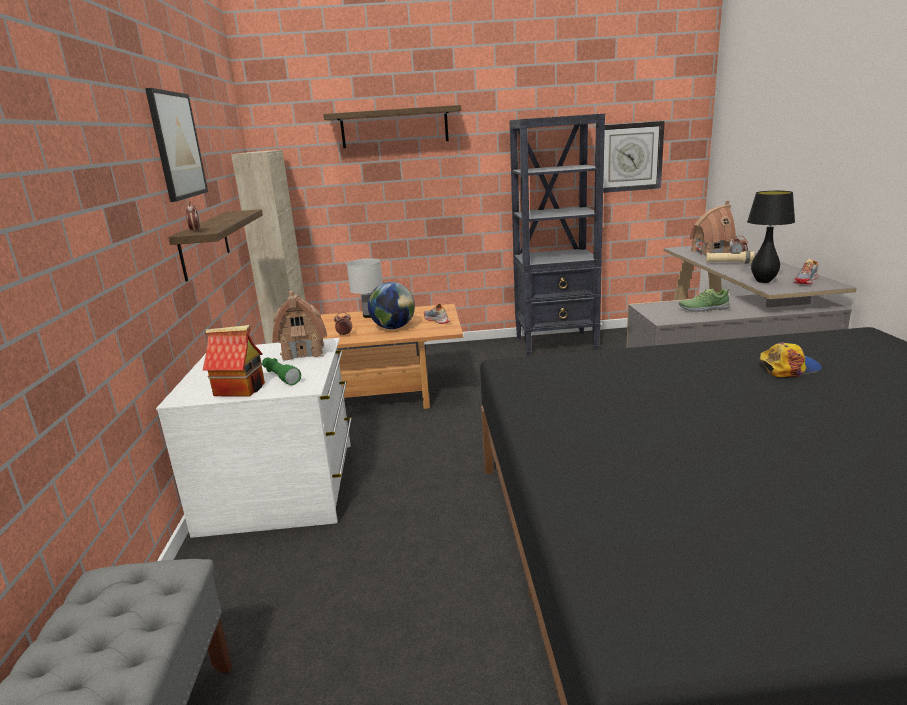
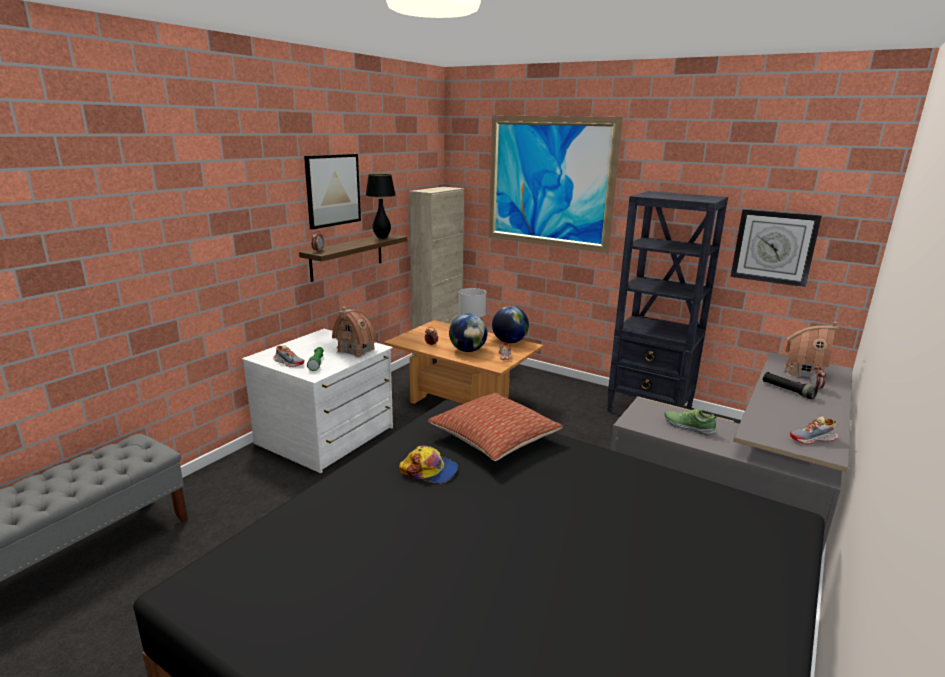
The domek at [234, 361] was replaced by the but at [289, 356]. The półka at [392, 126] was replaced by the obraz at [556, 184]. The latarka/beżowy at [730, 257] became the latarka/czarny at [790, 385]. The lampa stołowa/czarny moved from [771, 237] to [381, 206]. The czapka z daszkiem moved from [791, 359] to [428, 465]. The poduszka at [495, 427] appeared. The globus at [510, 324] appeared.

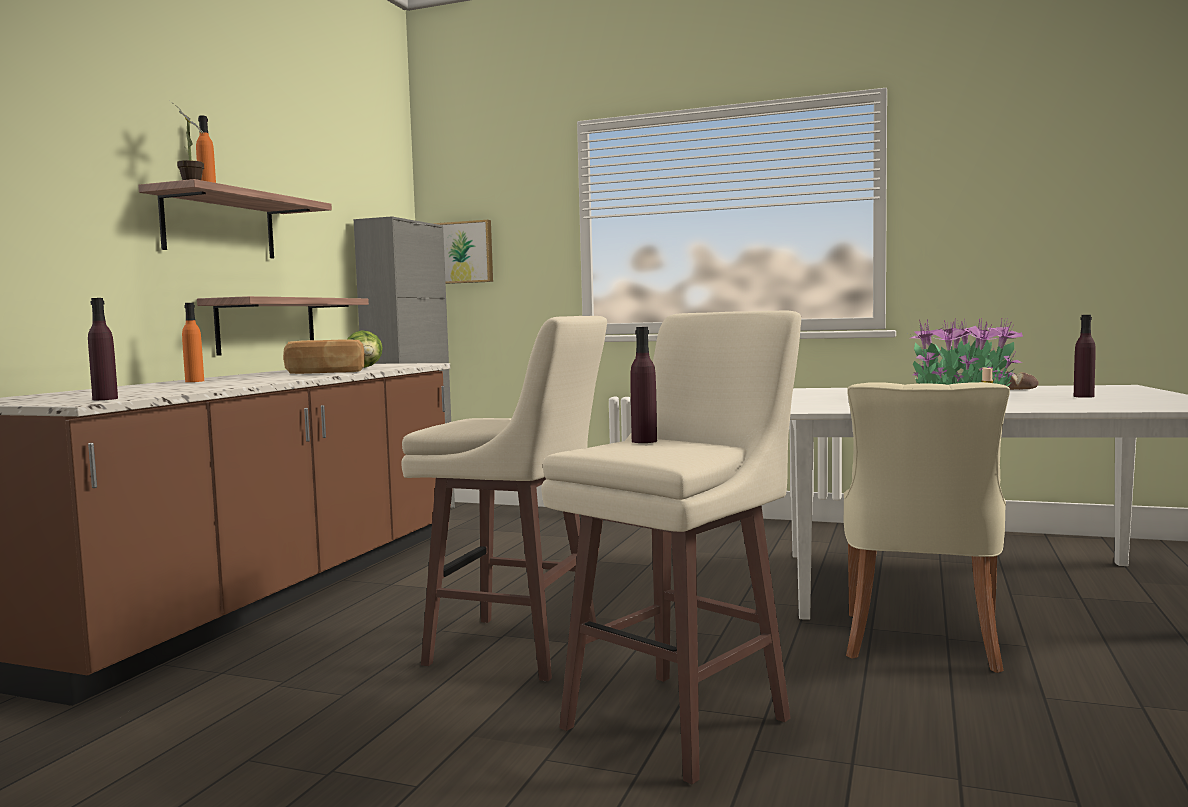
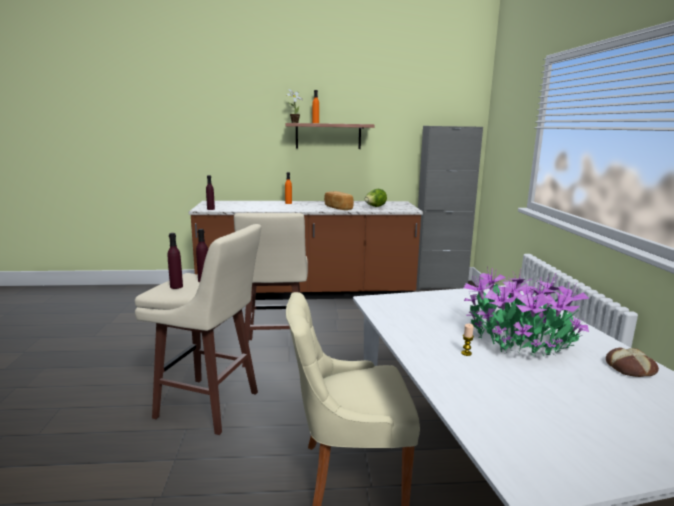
The półka at [283, 326] disappeared. The obraz at [463, 252] disappeared. The butelka/fioletowy moved from [1085, 356] to [175, 261].

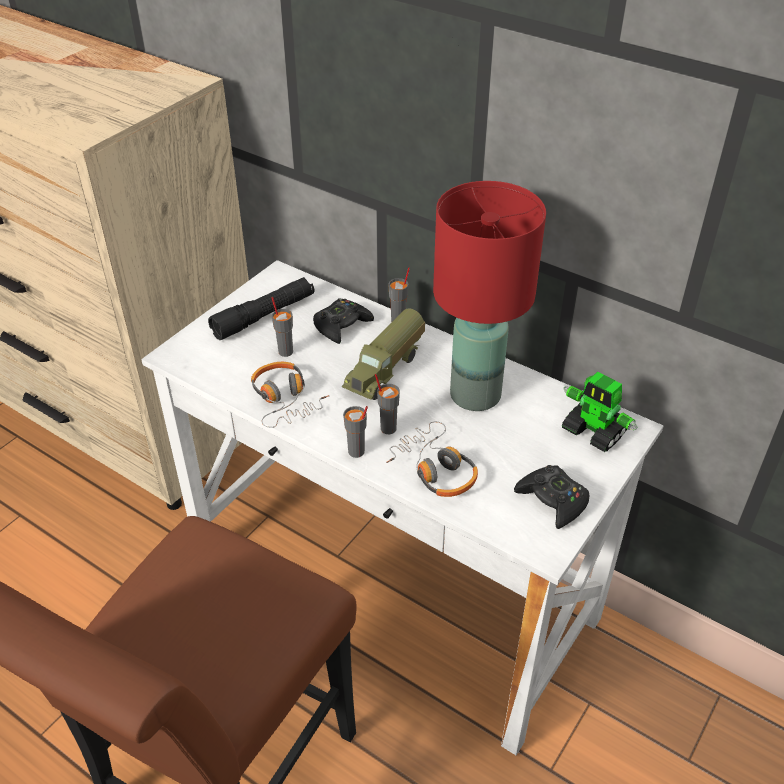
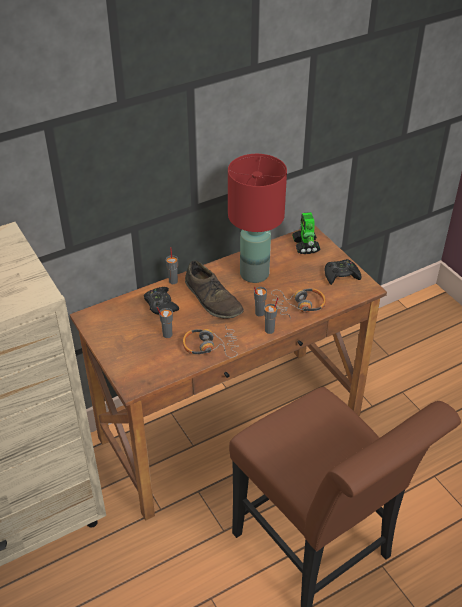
The biurko/biały at [402, 507] became the biurko/brązowy at [228, 373]. The latarka/czarny at [261, 308] disappeared. The ciężarówka zabawkowa at [383, 354] was replaced by the but/brązowy at [214, 289]. The robot zabawkowy at [600, 412] turned 105 degrees clockwise.

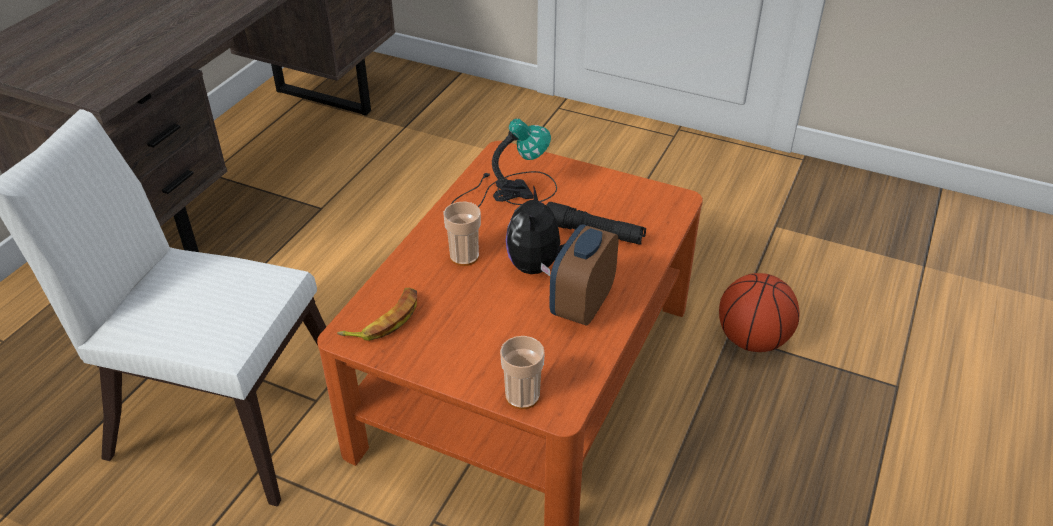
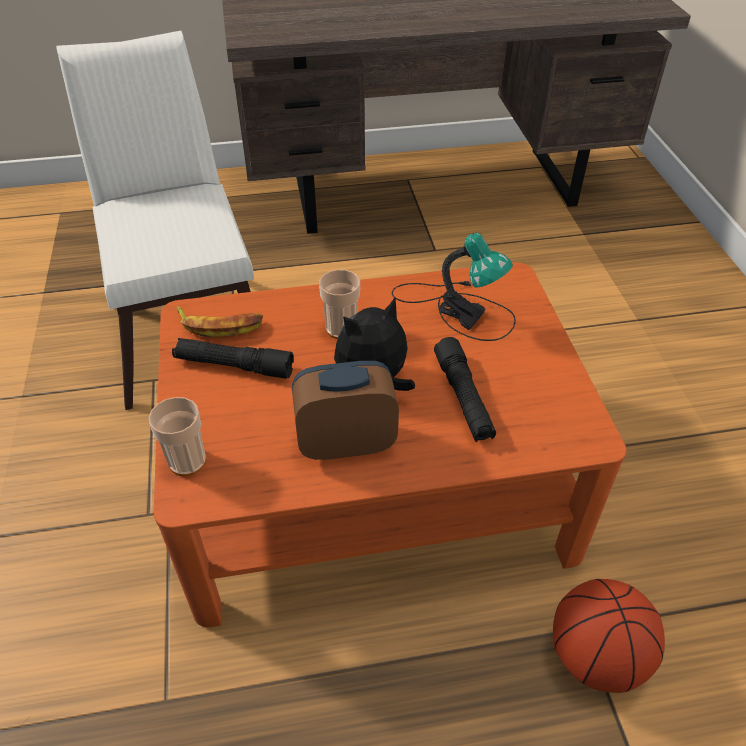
The latarka/czarny at [233, 358] appeared.

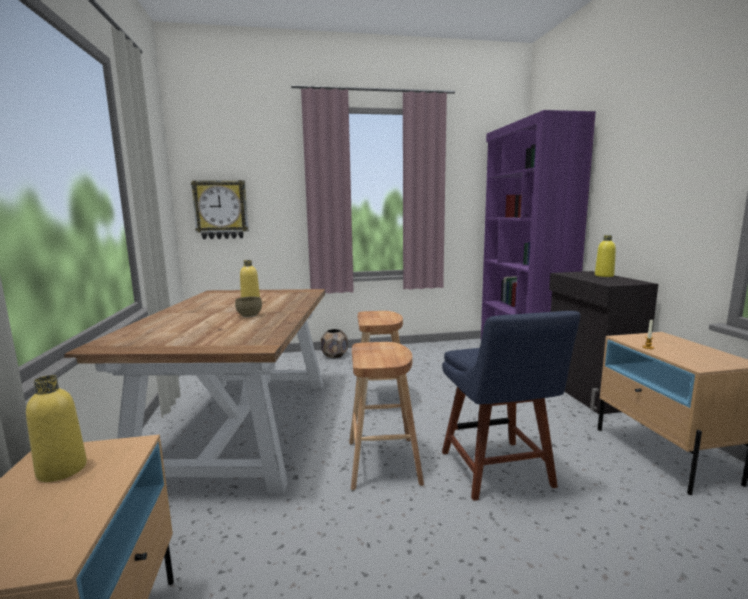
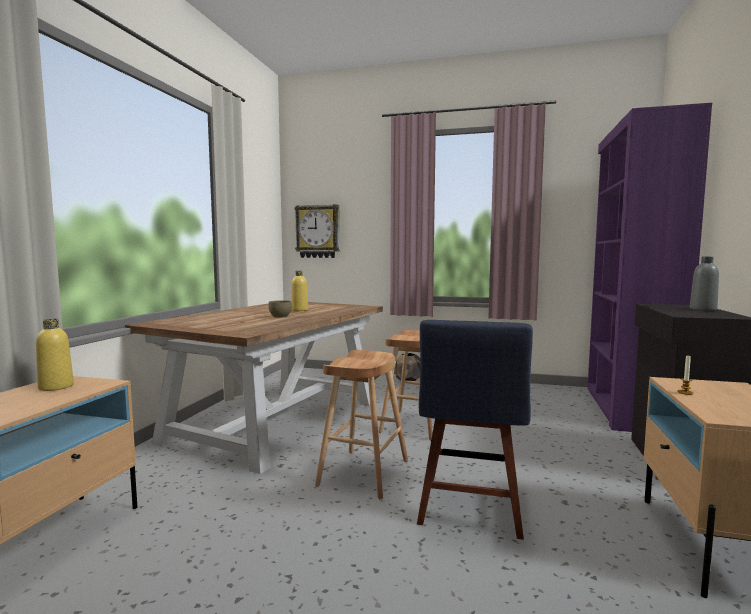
The butelka/żółty at [605, 256] became the butelka/szary at [704, 283].

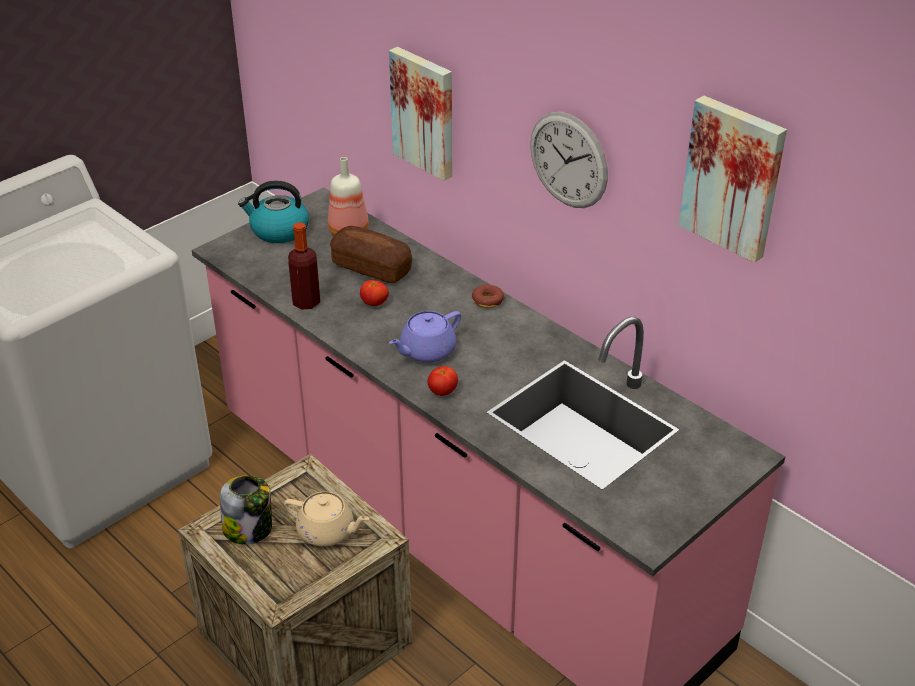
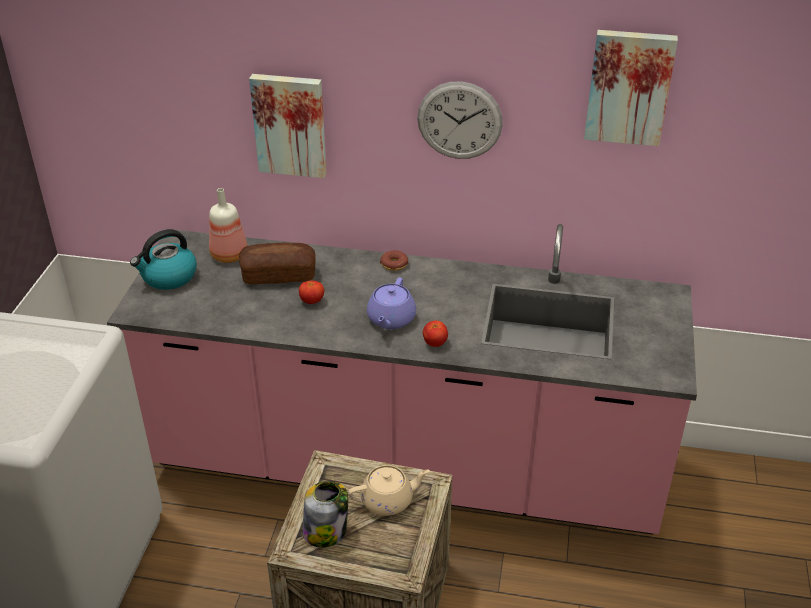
The butelka at [304, 265] disappeared.

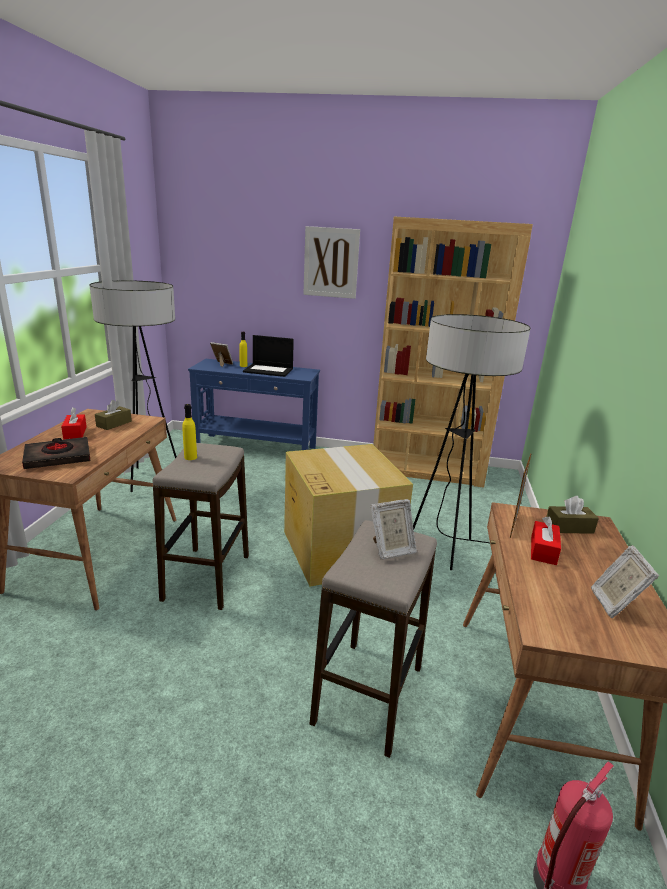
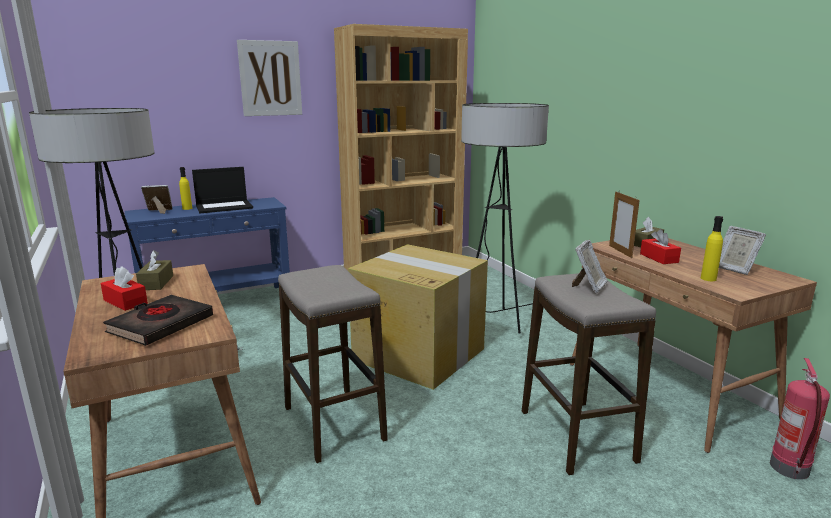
The butelka/żółty moved from [189, 432] to [712, 248].

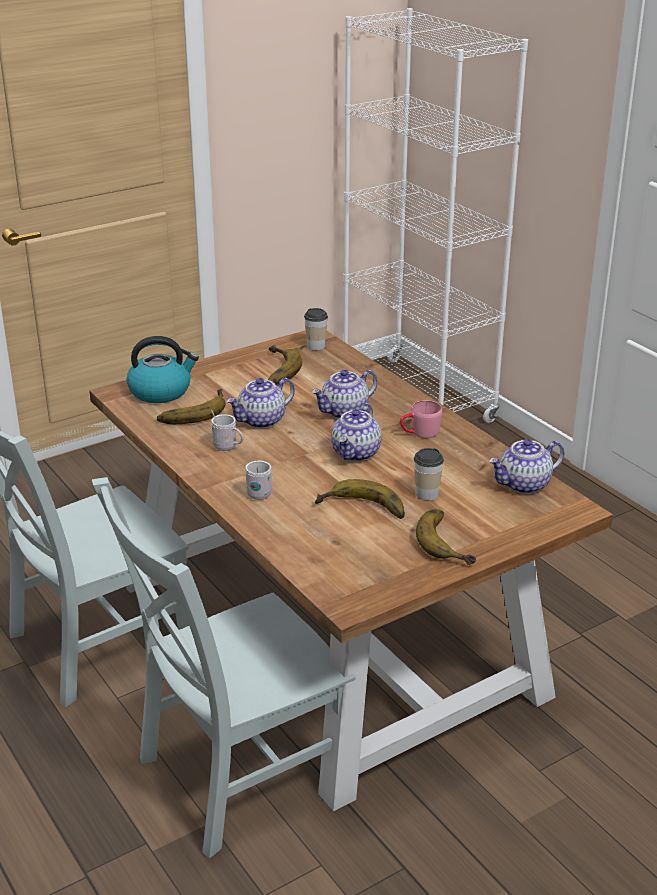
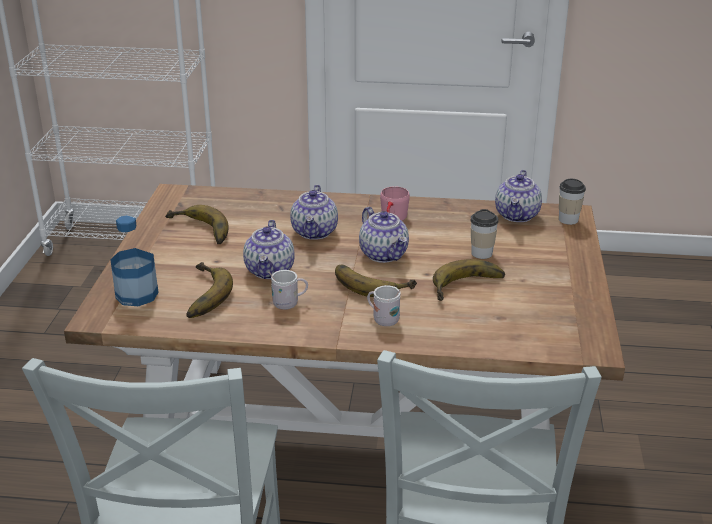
The czajnik at [163, 369] was replaced by the butelka at [134, 260]. The filiżanka moved from [316, 329] to [572, 202]. The banan moved from [446, 537] to [376, 281].

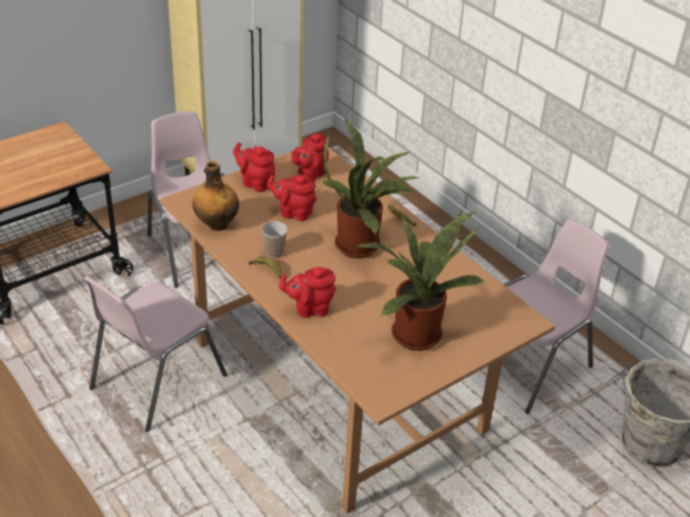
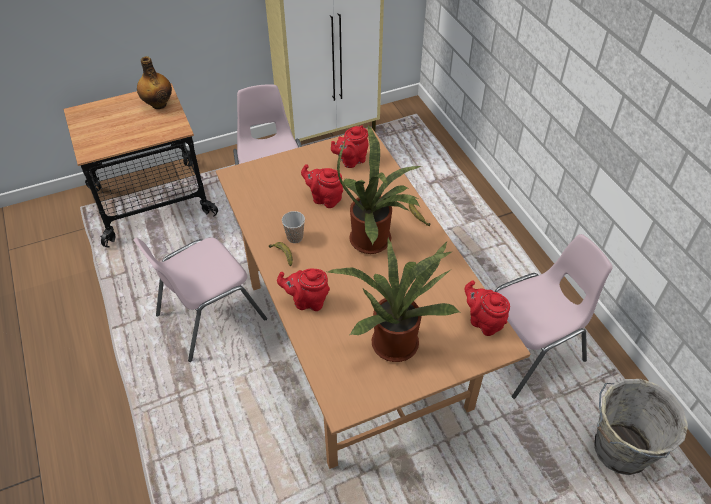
The butelka moved from [215, 196] to [154, 82]. The imbryk/czerwony moved from [254, 167] to [487, 308].

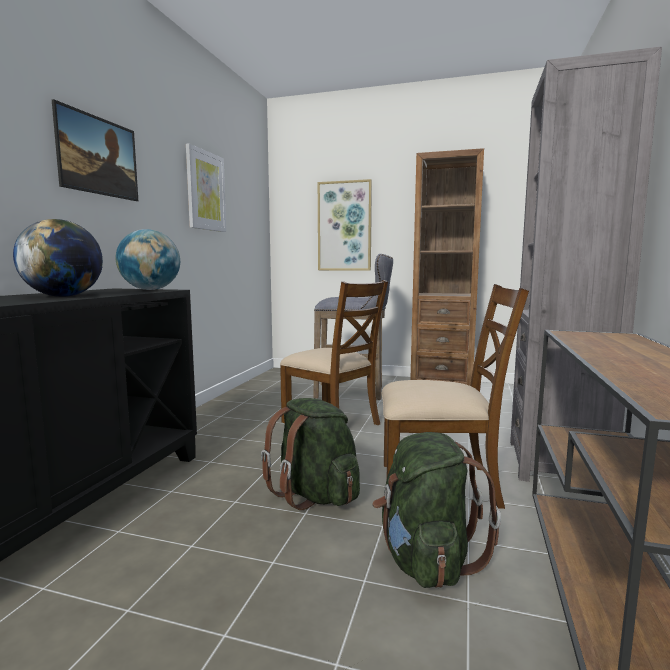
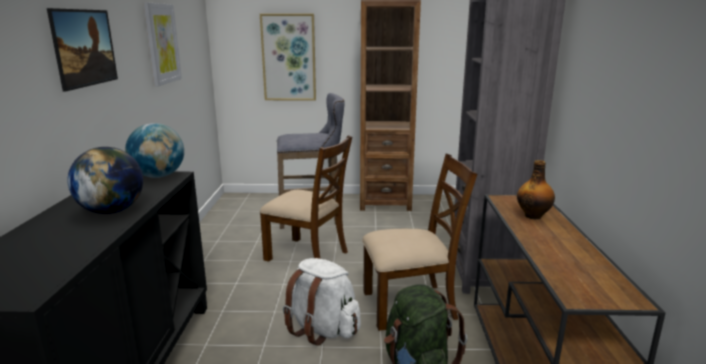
The plecak/zielony at [310, 454] became the plecak/biały at [322, 302]. The butelka at [536, 190] appeared.

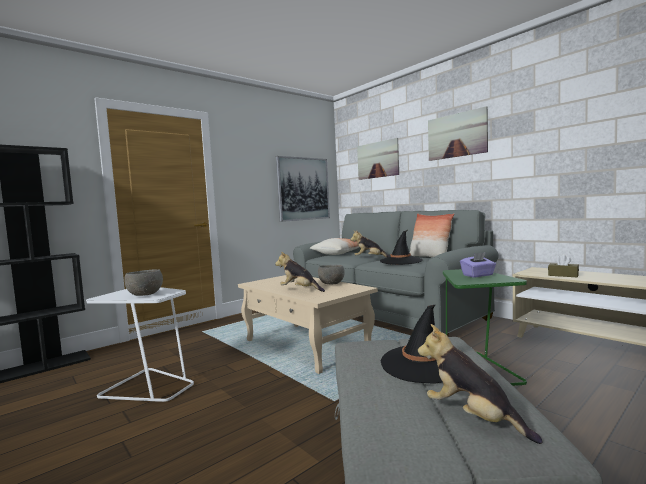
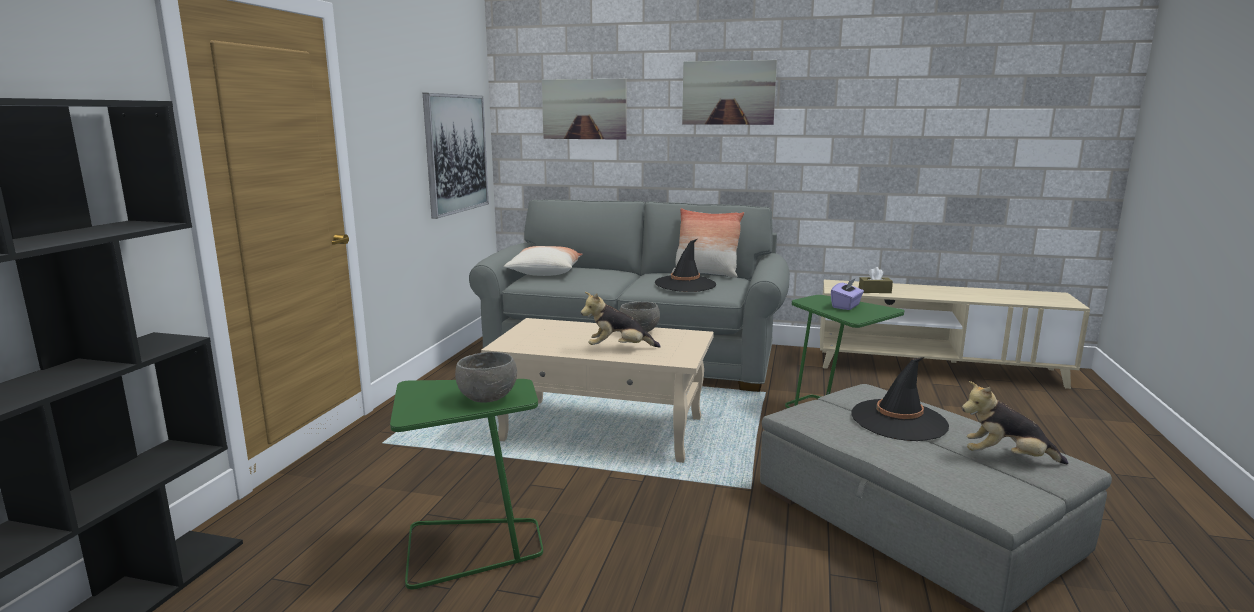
The stolik/biały at [140, 344] became the stolik/zielony at [466, 484]. The pluszak at [370, 243] disappeared.

